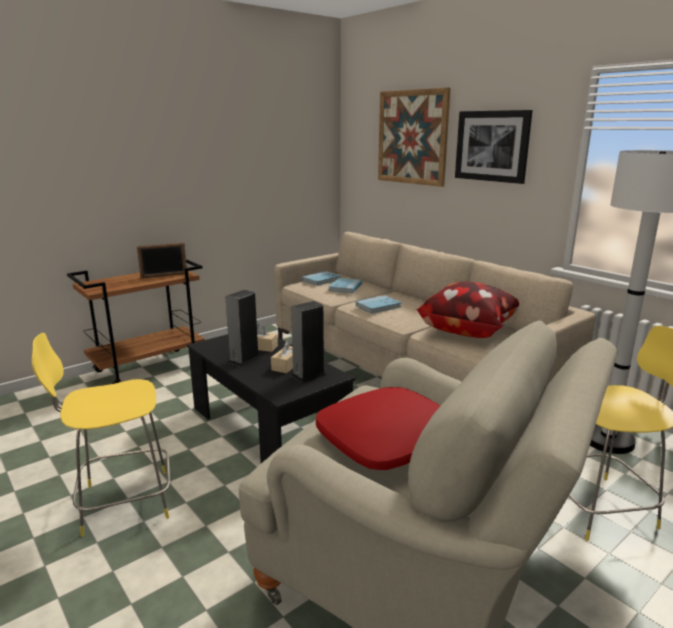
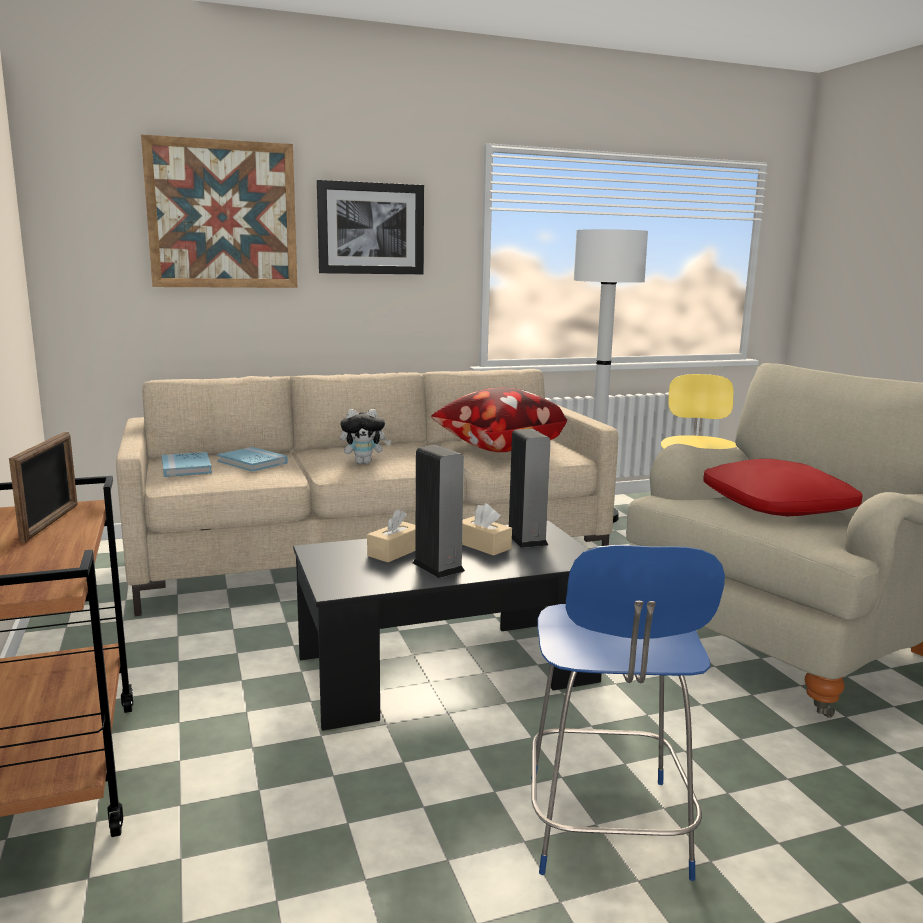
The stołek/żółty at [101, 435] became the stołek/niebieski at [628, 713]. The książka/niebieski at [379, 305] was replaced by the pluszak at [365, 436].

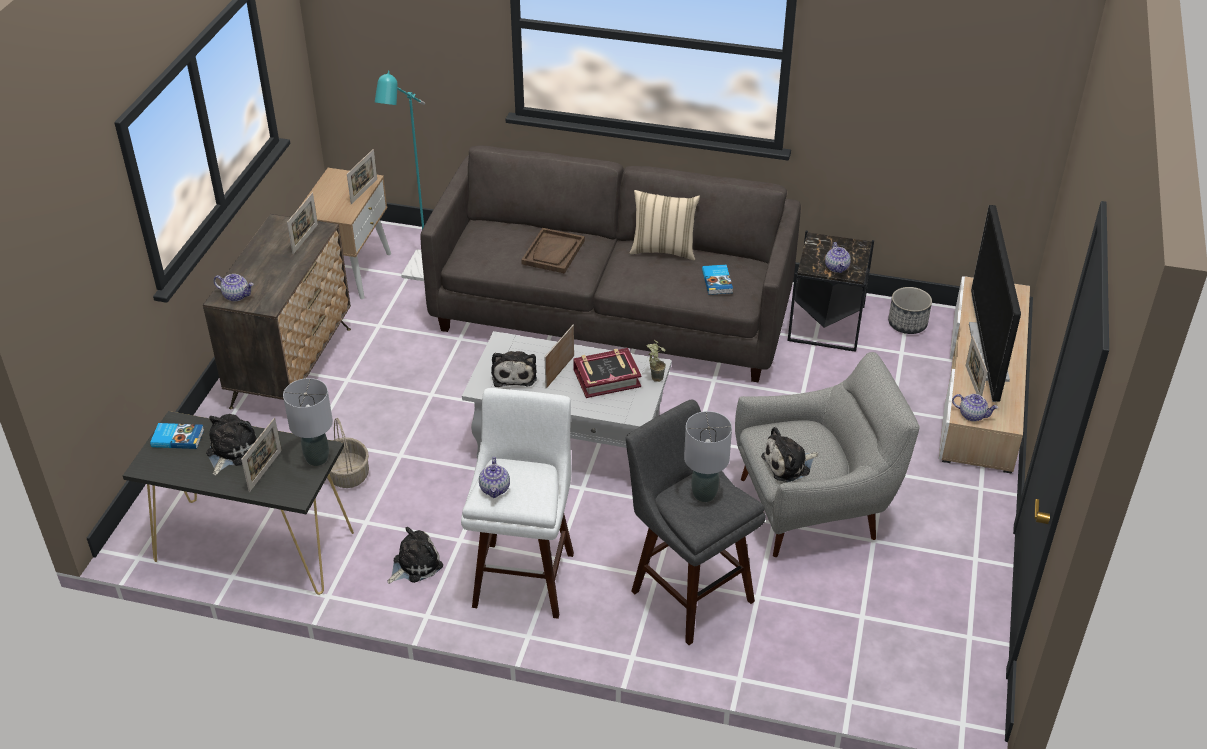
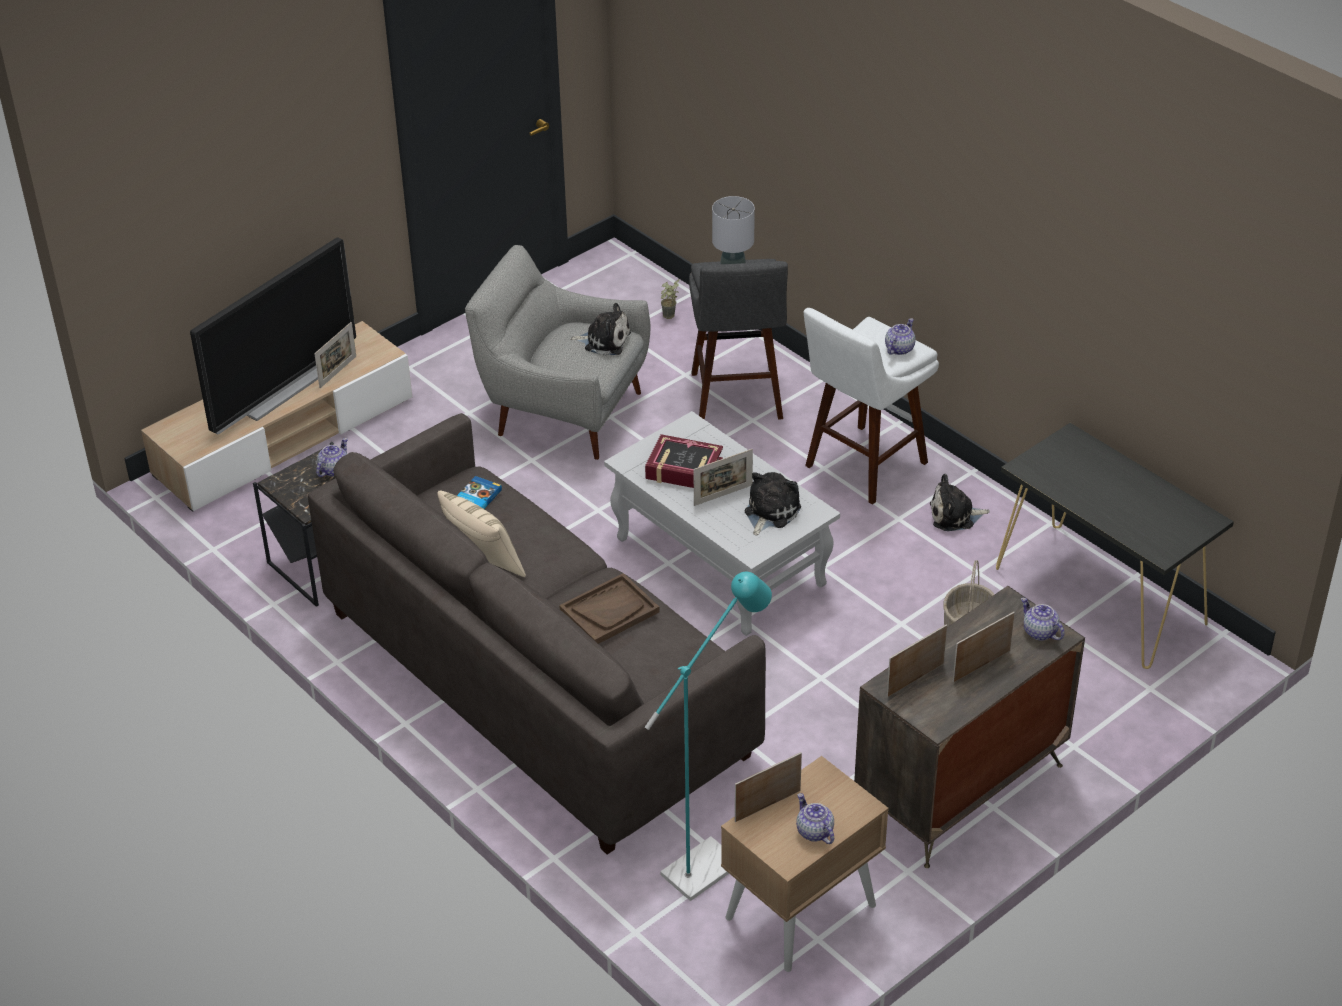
The książka at [177, 436] disappeared. The pluszak at [231, 444] disappeared. The ramka na zdjęcie moved from [261, 455] to [984, 647]. The lampa stołowa/szary at [308, 422] disappeared. The roślina doniczkowa moved from [656, 361] to [670, 299]. The donica at [910, 310] disappeared. The imbryk moved from [975, 407] to [815, 818].

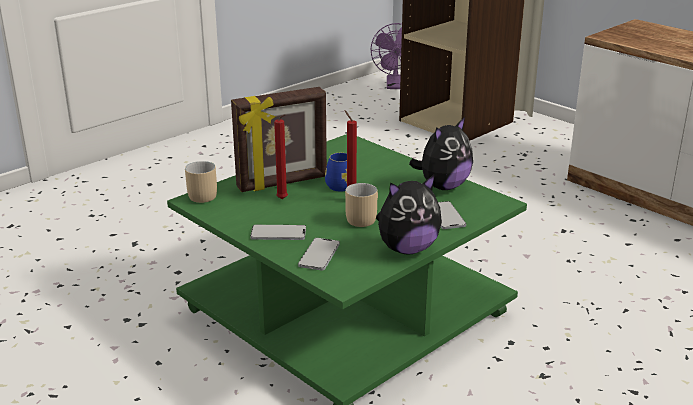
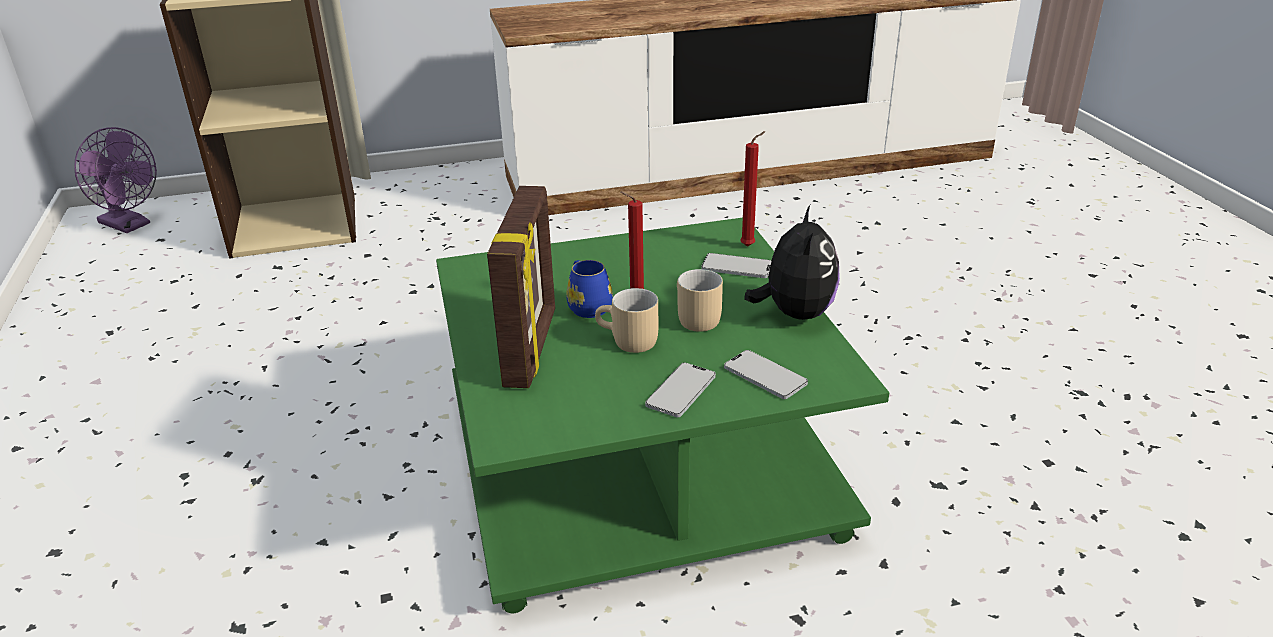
The kubek/beżowy moved from [201, 182] to [626, 320]. The świeca/czerwony moved from [281, 156] to [753, 189]. The pluszak at [441, 153] disappeared.

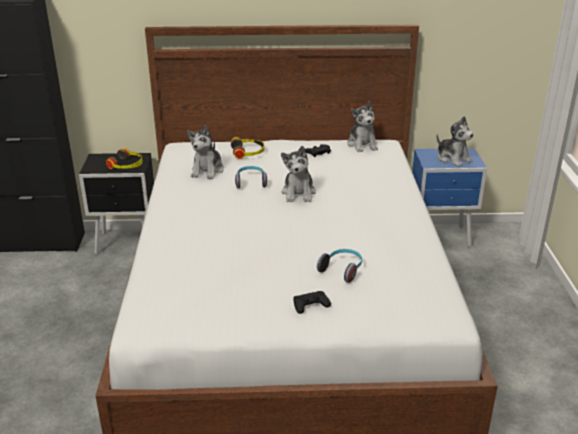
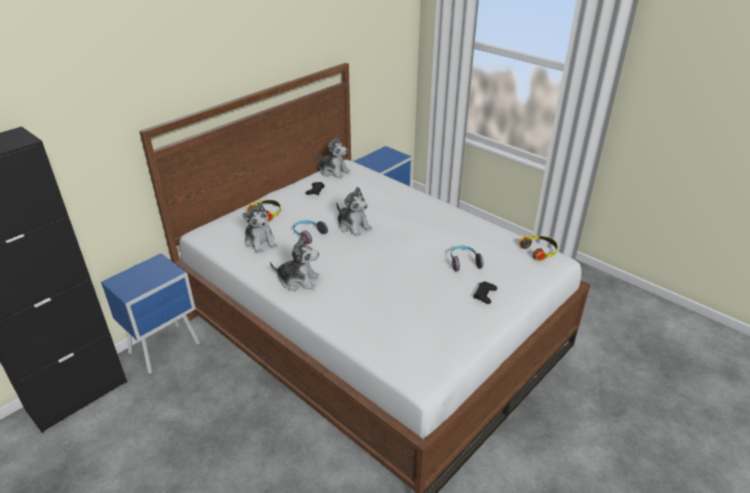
The szafka nocna/czarny at [116, 204] became the szafka nocna/niebieski at [150, 313]. The słuchawki moved from [124, 158] to [538, 248]. The pluszak moved from [454, 141] to [294, 263].

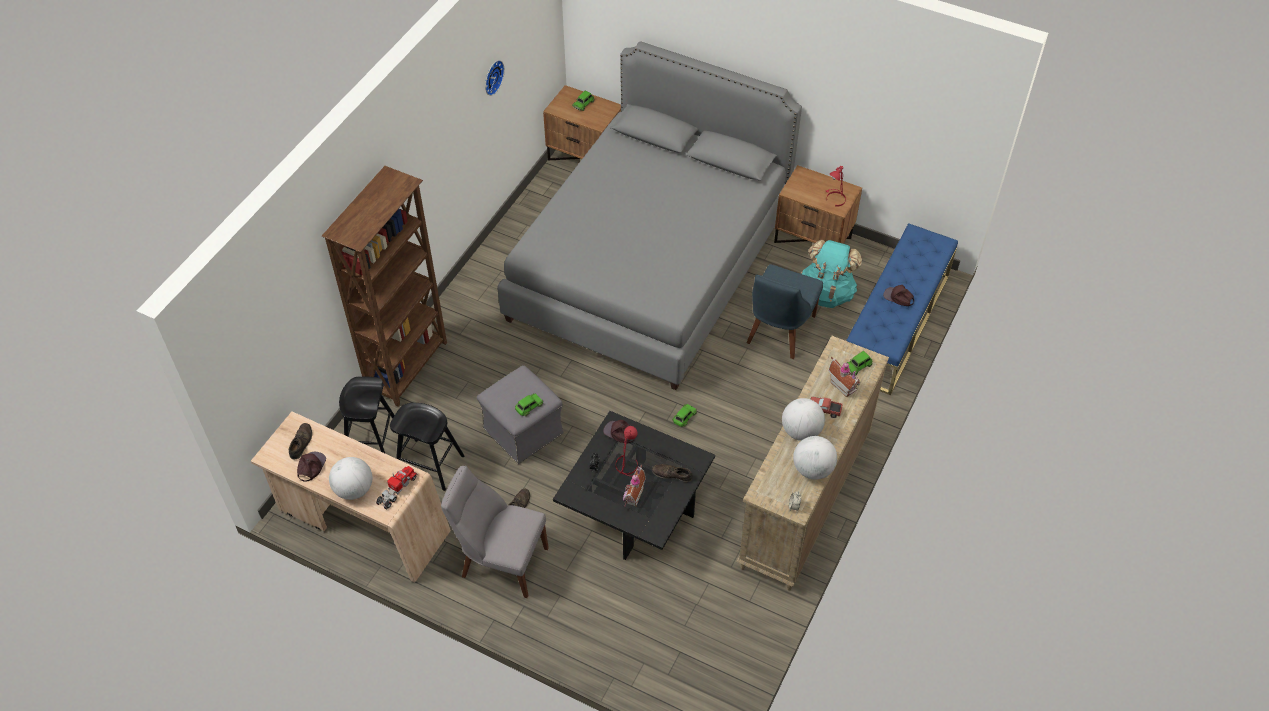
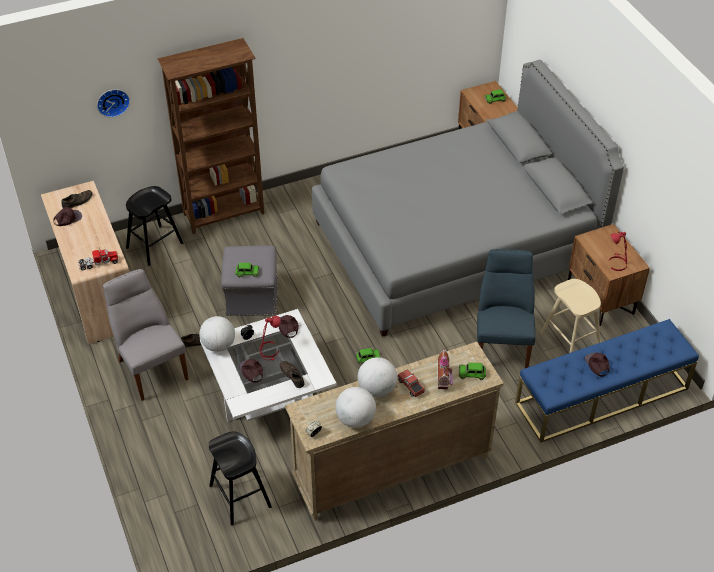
The globus moved from [350, 478] to [217, 334]. The stołek/czarny moved from [427, 447] to [240, 478]. The zegar ścienny moved from [495, 78] to [113, 103]. The ława/czarny at [634, 485] became the ława/biały at [268, 365]. The domek at [634, 485] was replaced by the czapka z daszkiem/brązowy at [251, 370]. The krzesło/niebieski at [785, 311] turned 120 degrees clockwise. The plecak/turkusowy at [831, 274] was replaced by the stołek/beżowy at [571, 316].

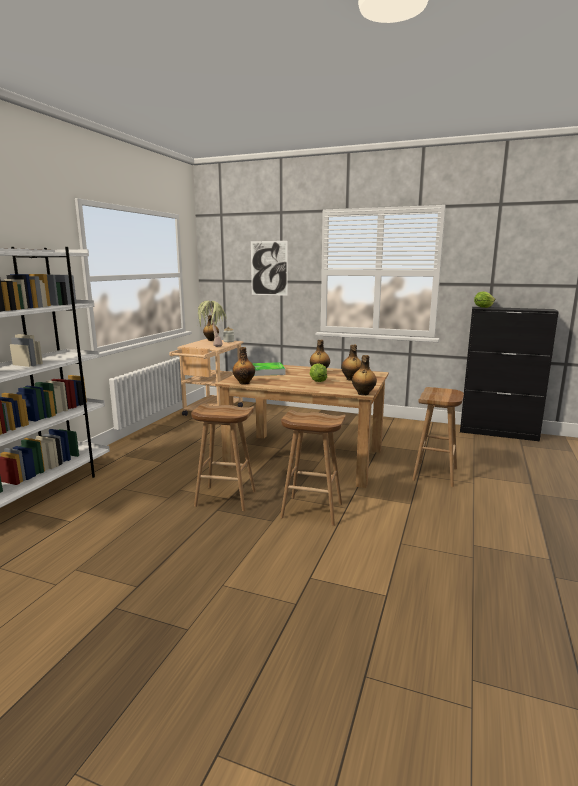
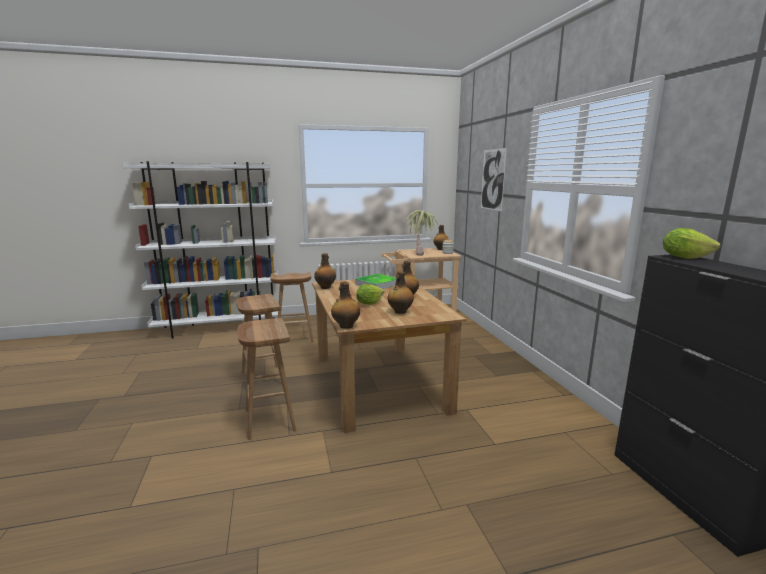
The stołek/brązowy moved from [438, 437] to [292, 307].

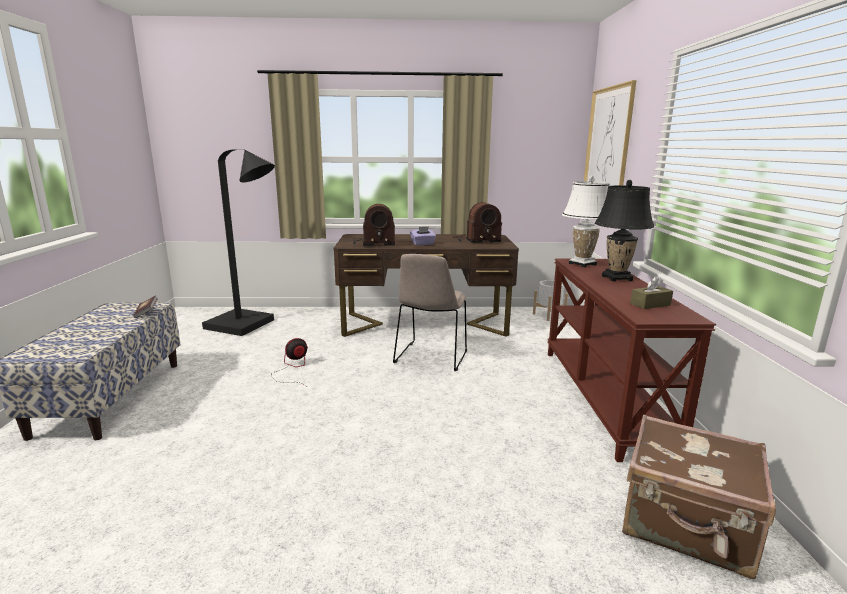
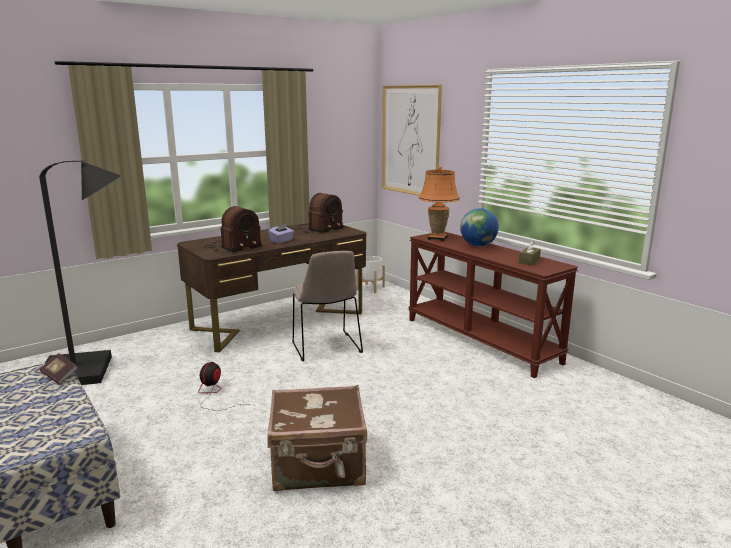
The lampa stołowa/biały at [586, 221] became the lampa stołowa/pomarańczowy at [439, 203]. The lampa stołowa/czarny at [624, 231] was replaced by the globus at [479, 227]. The walizka/brązowy moved from [699, 497] to [317, 438].

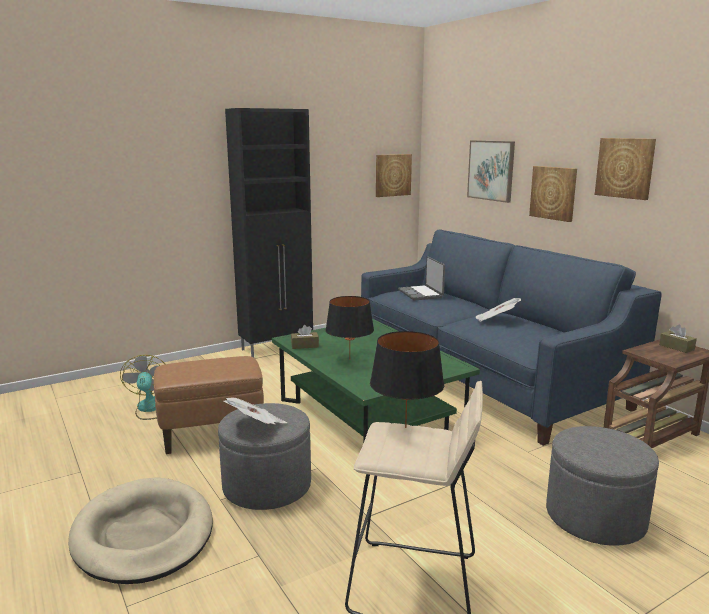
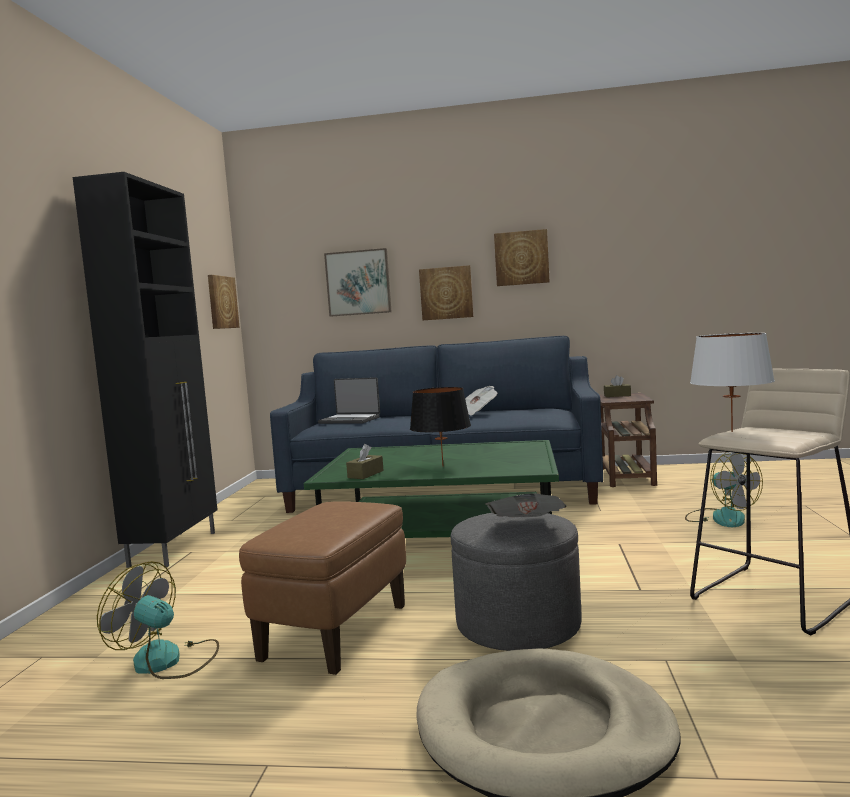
The lampa stołowa/czarny at [407, 379] became the lampa stołowa/biały at [732, 382]. The pufa/szary at [602, 486] was replaced by the wentylator at [724, 489].

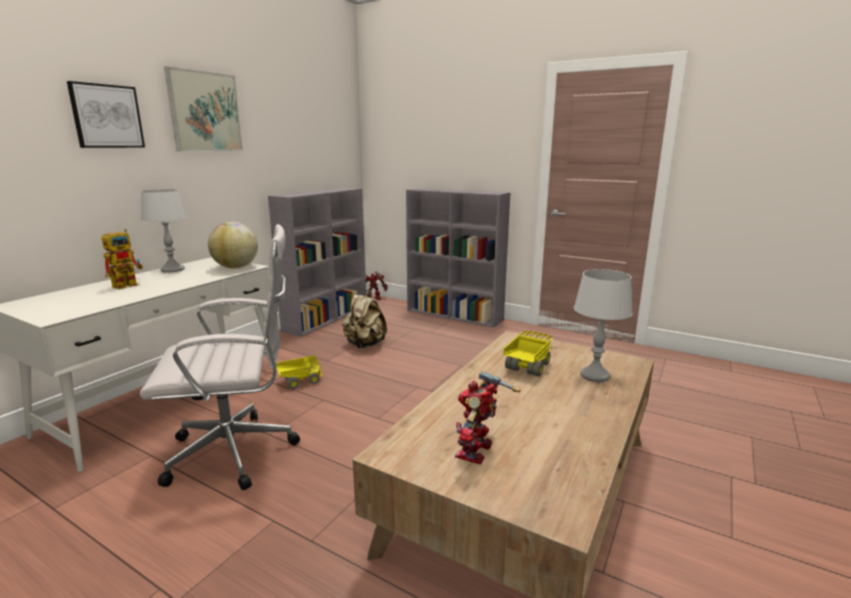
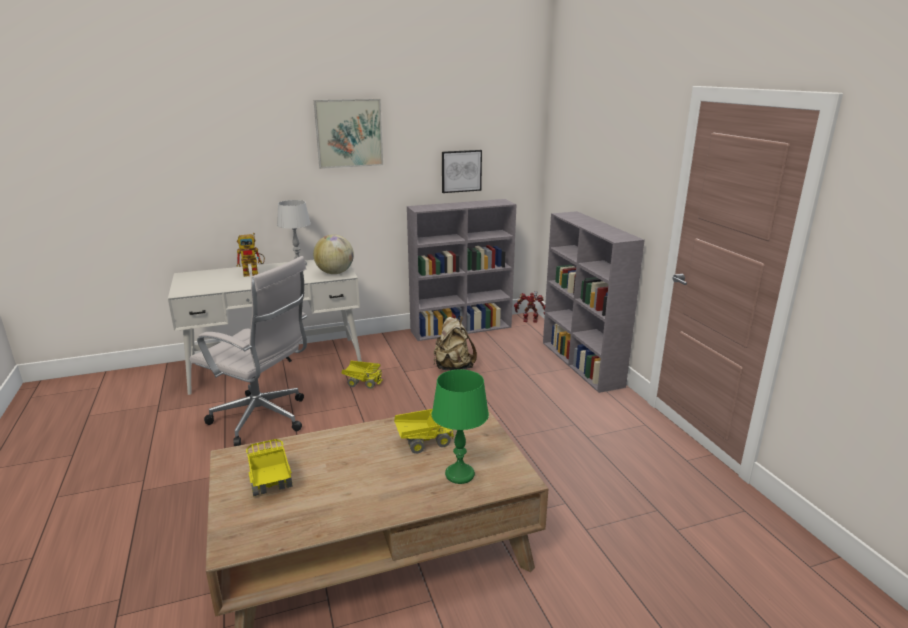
The obraz moved from [106, 114] to [462, 171]. The robot zabawkowy at [487, 417] was replaced by the ciężarówka zabawkowa at [269, 467]. The lampa stołowa/szary at [603, 325] became the lampa stołowa/zielony at [460, 426].

